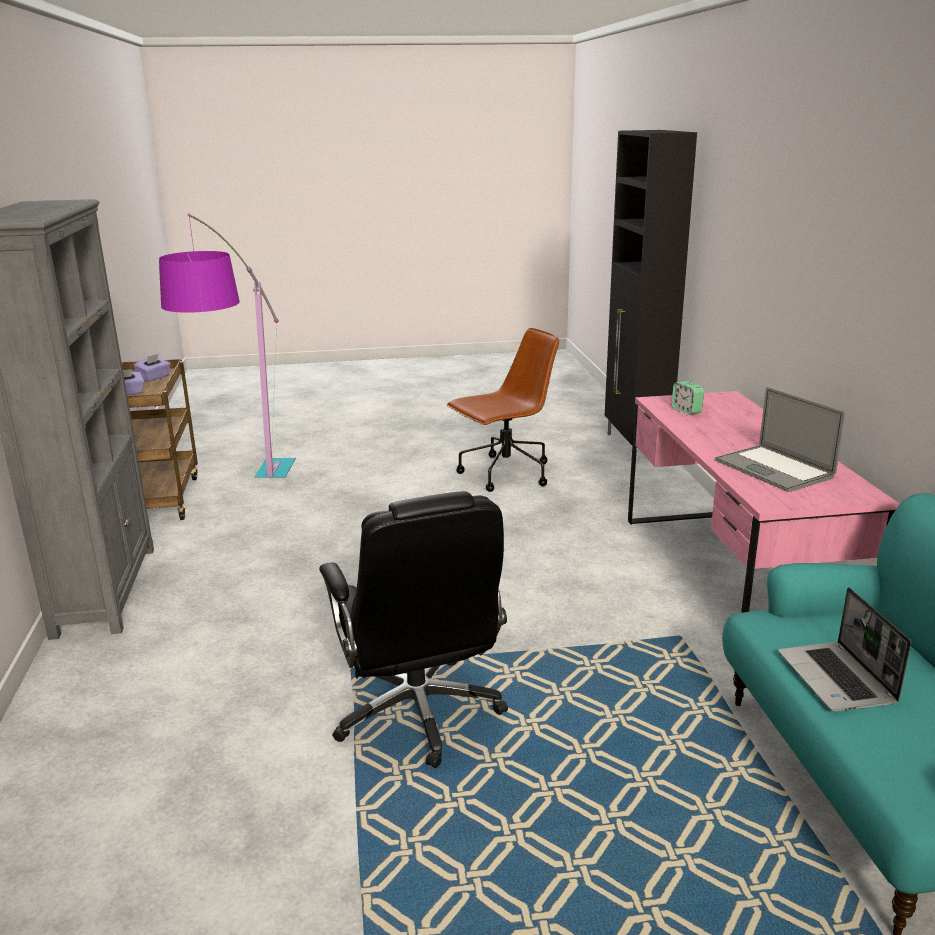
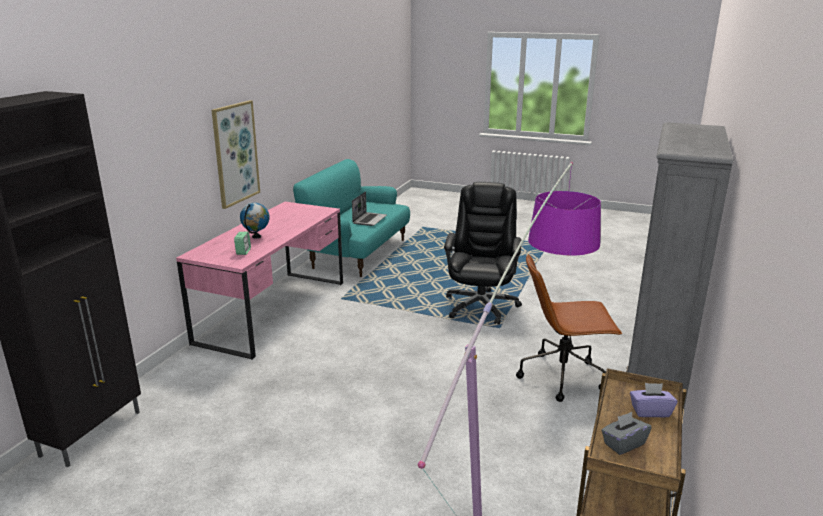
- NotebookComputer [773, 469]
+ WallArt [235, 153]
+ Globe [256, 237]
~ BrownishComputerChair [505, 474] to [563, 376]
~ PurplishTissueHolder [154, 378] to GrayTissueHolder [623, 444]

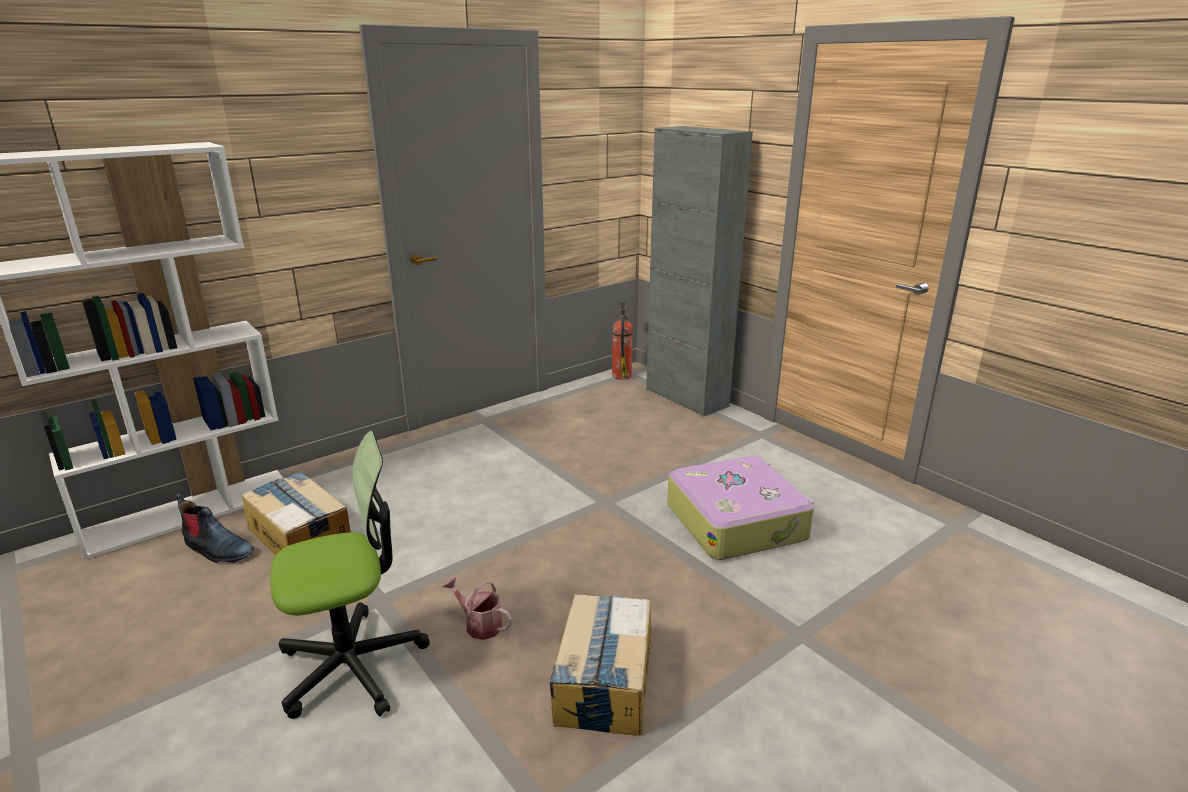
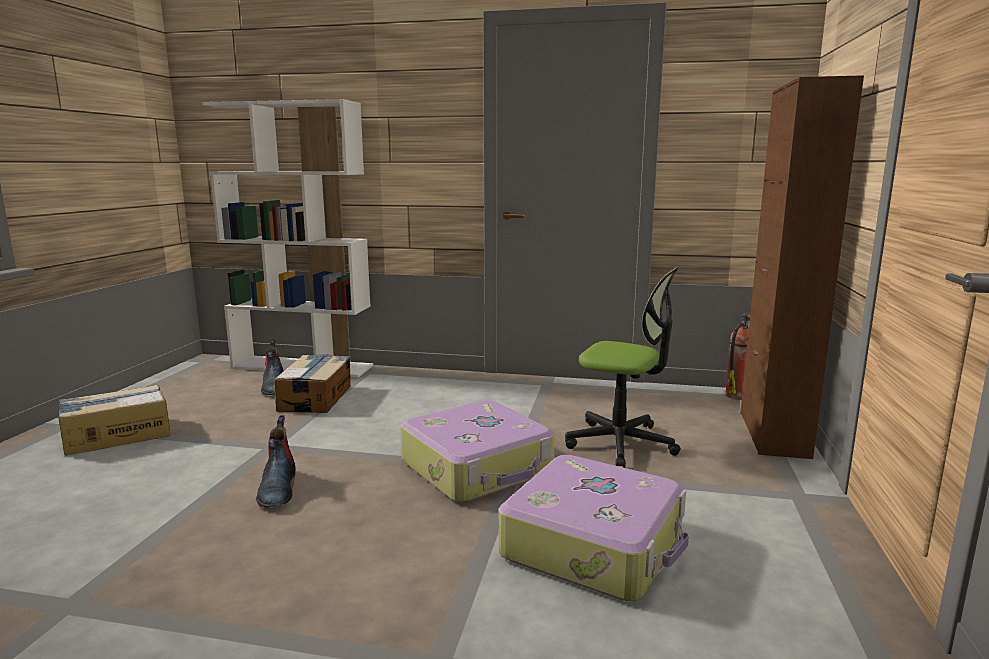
+ PieceOfLuggage [478, 467]
~ ComputerChair [352, 665] to [621, 443]
~ Carton [604, 680] to [116, 435]
~ WateringPot [479, 624] to HighTopBoot [277, 488]
~ GrayStorageCabinet [686, 398] to BrownishStorageCabinet [773, 434]

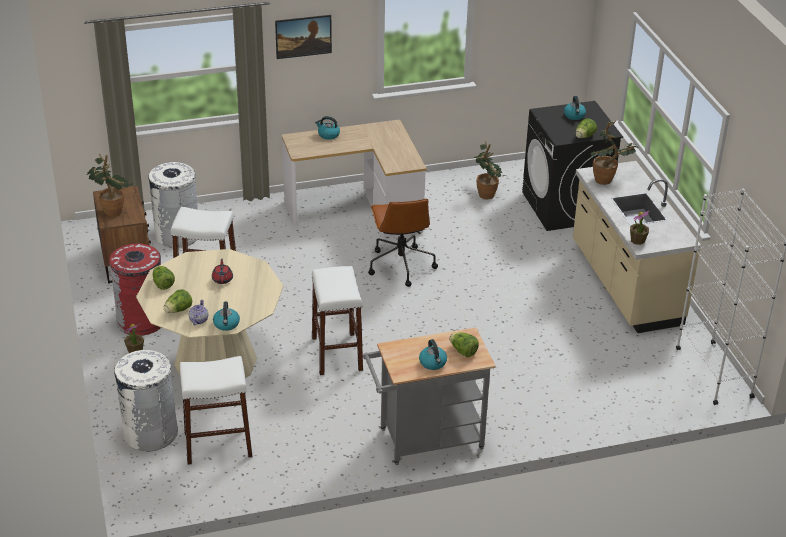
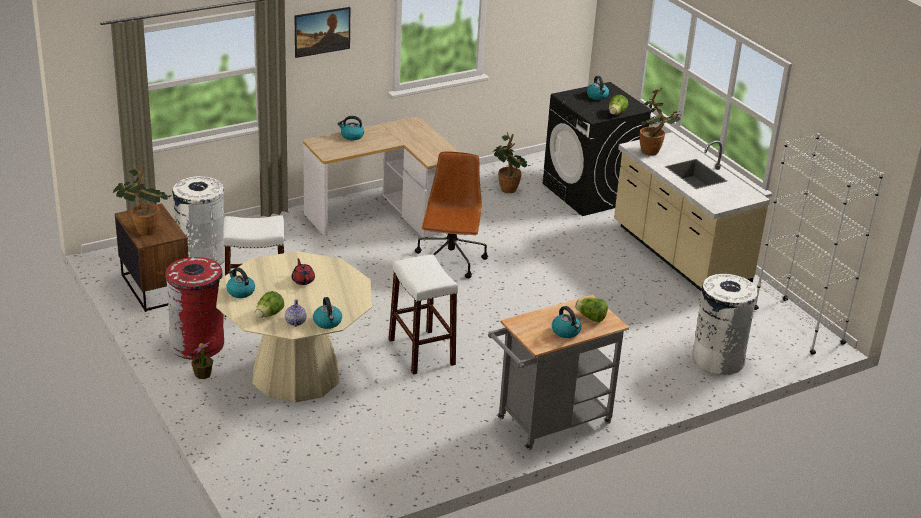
- WhiteSittingStool [218, 444]
- Houseplant [637, 240]
~ WhiteTrashCan [150, 432] to [717, 359]
~ LettuceHead [162, 284] to TeaKettle [240, 291]
~ BrownishComputerChair [400, 265] = [450, 261] 150 degrees counterclockwise

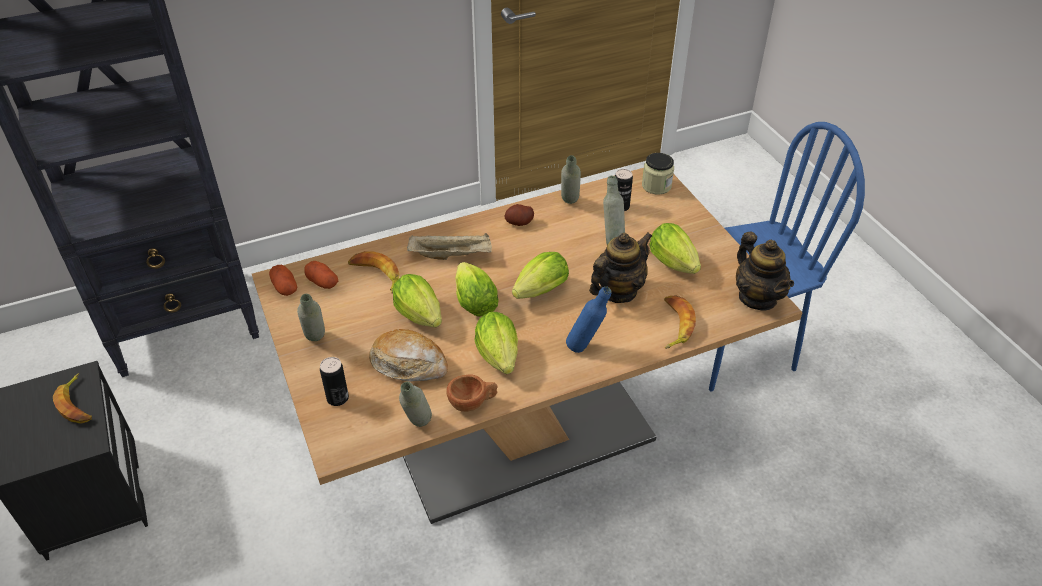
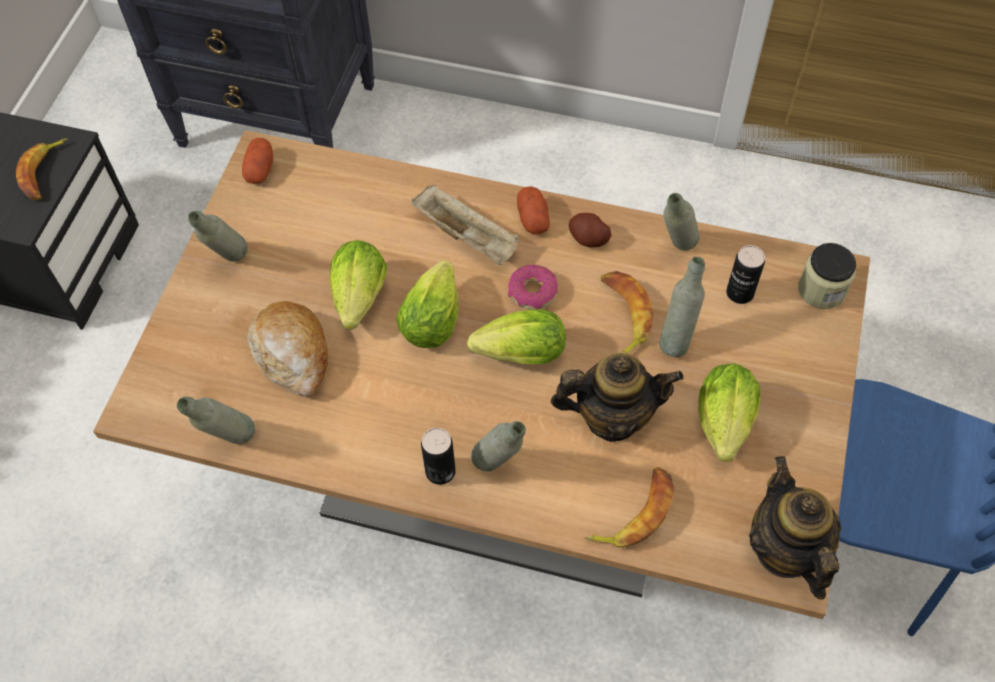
- BrownishSmallCup [473, 403]
- LettuceHead [499, 359]
+ Doughnut [532, 292]
~ WholePotato [322, 282] to [533, 219]
~ SealedCan [337, 398] to [440, 471]
~ BananaFruit [375, 275] to [623, 315]
~ BlueColouredDrinkBottle [586, 347] to GrayDrinkBottle [498, 467]
~ PotForTea [757, 298] = [785, 550] 150 degrees clockwise

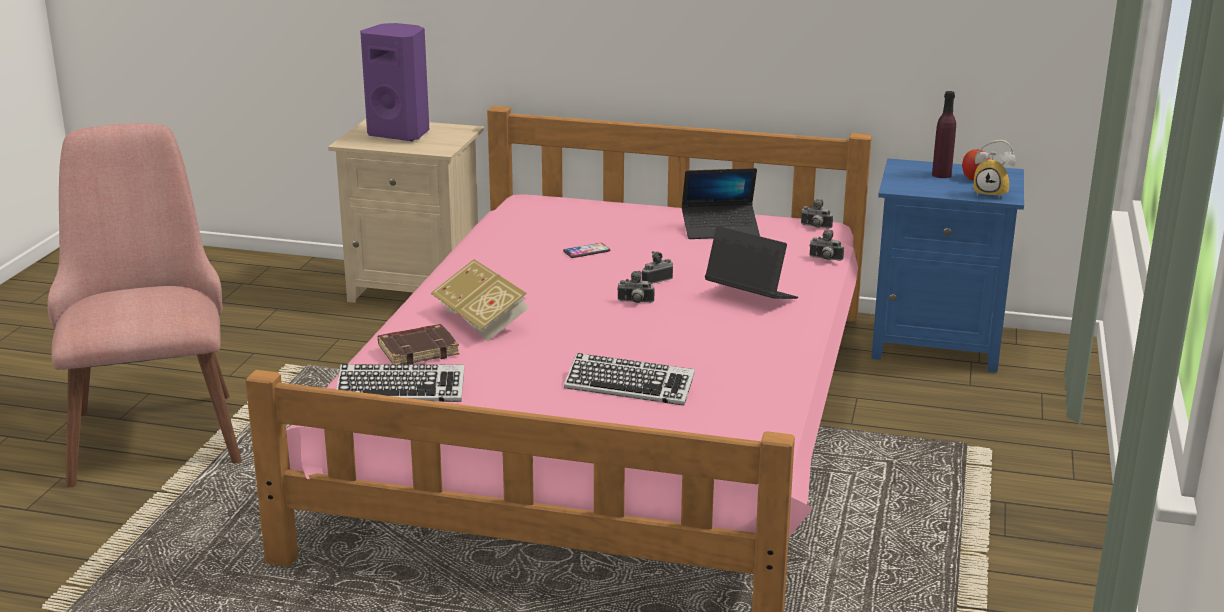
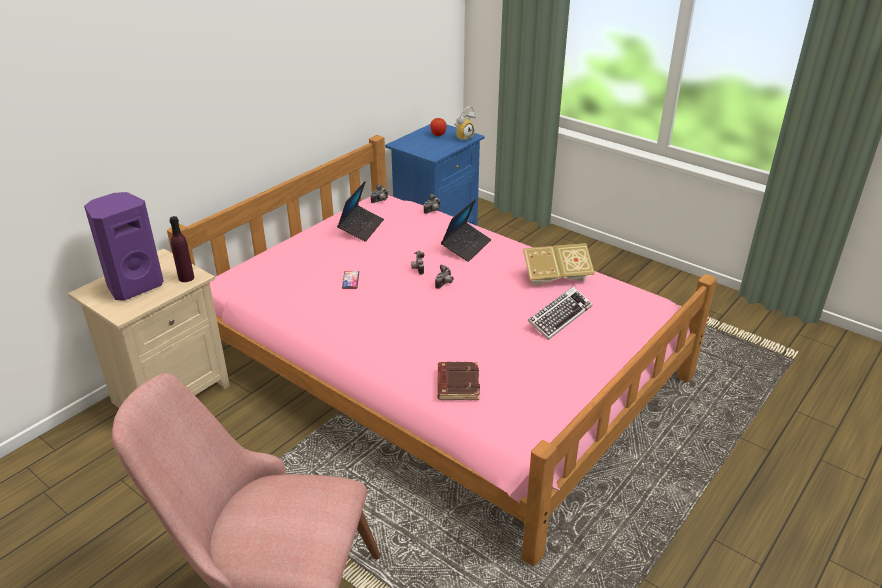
- ComputerKeyboard [401, 391]
~ Volume [482, 321] to [556, 277]
~ PurplishDrinkBottle [941, 175] to [186, 278]
~ NotebookComputer [750, 297] = [466, 246] 150 degrees clockwise

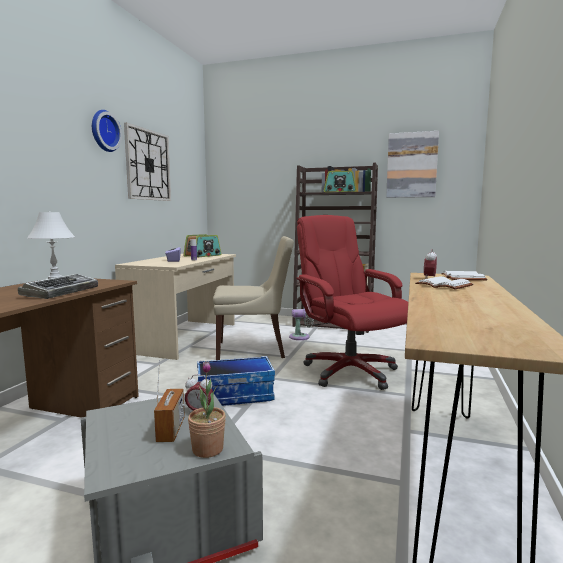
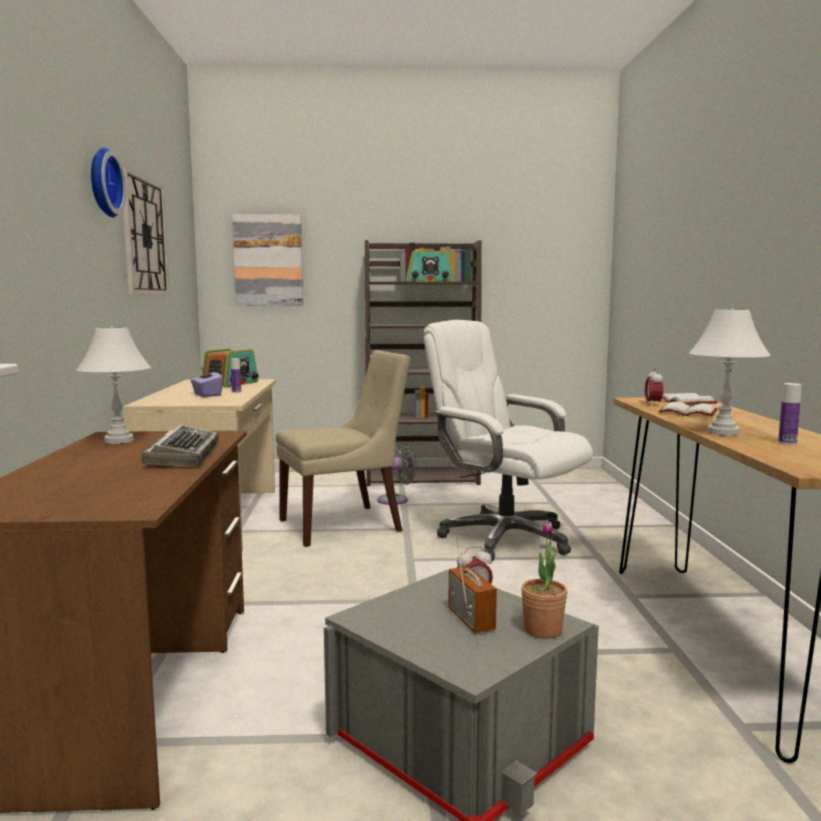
- StorageBox [235, 395]
+ WhiteTabletopLamp [723, 432]
+ DrinkBottle [787, 443]
~ WallArt [411, 165] to [268, 260]
~ RedColouredComputerChair [349, 371] to WhiteComputerChair [504, 538]

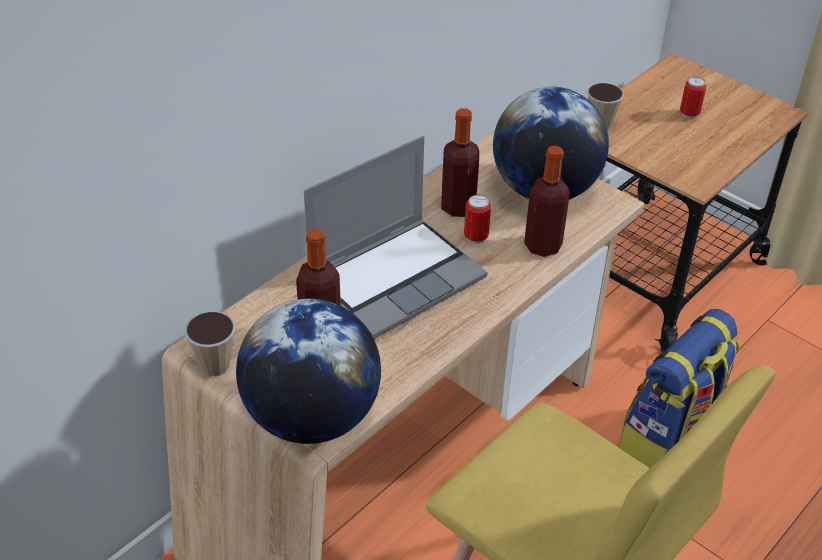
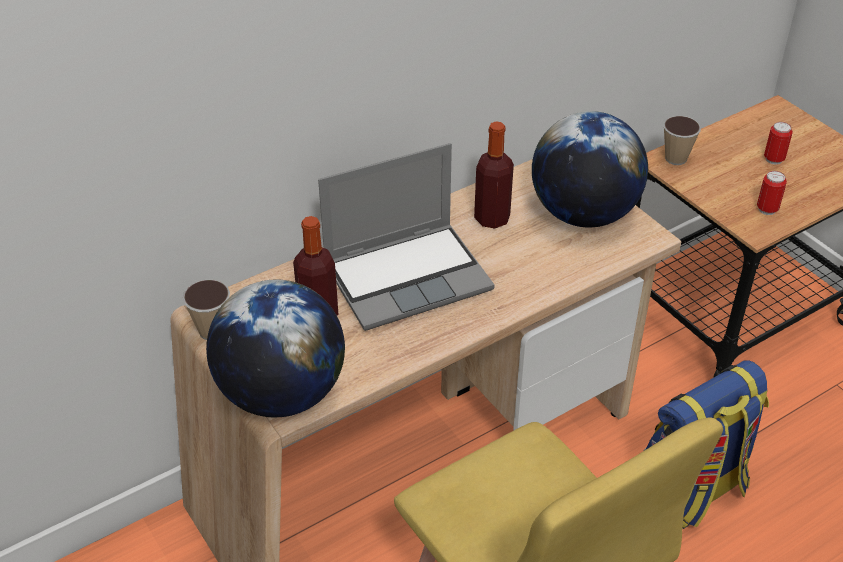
- DrinkBottle [543, 246]
~ SealedCan [476, 237] to [767, 209]

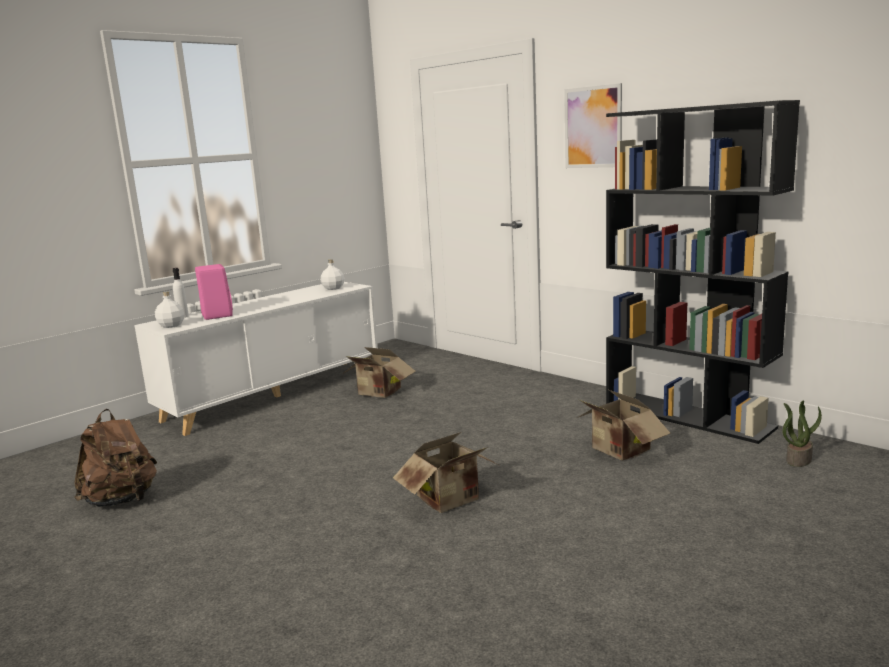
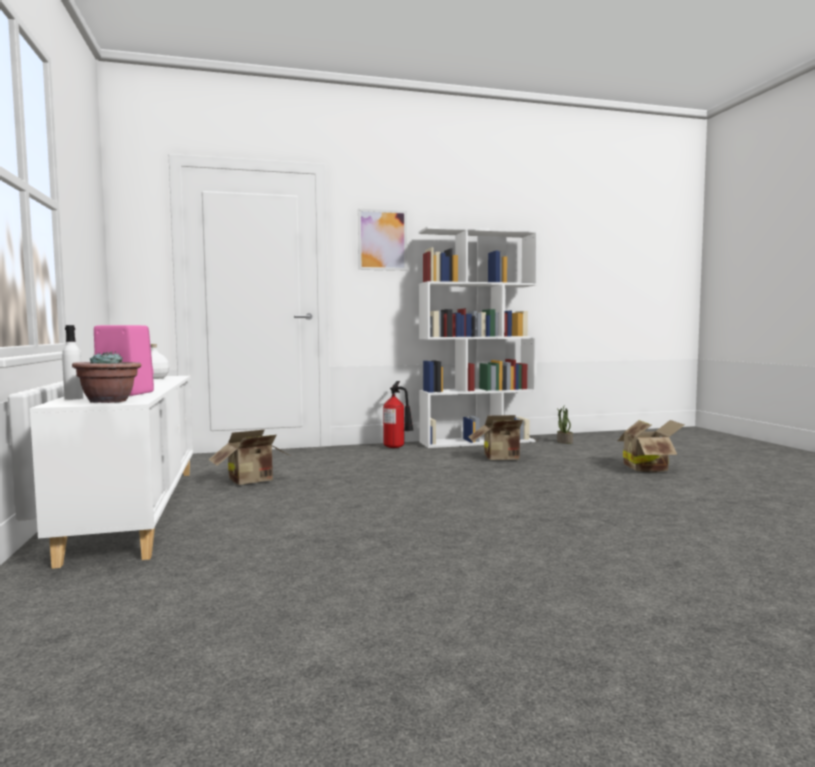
- BrownishRucksack [122, 501]
+ FireFightingCylinder [397, 447]
~ Carton [452, 501] to [648, 468]
~ WhiteDrinkBottle [172, 325] to Houseplant [109, 401]
~ BlackBookshelf [688, 416] to WhiteBookshelf [477, 442]

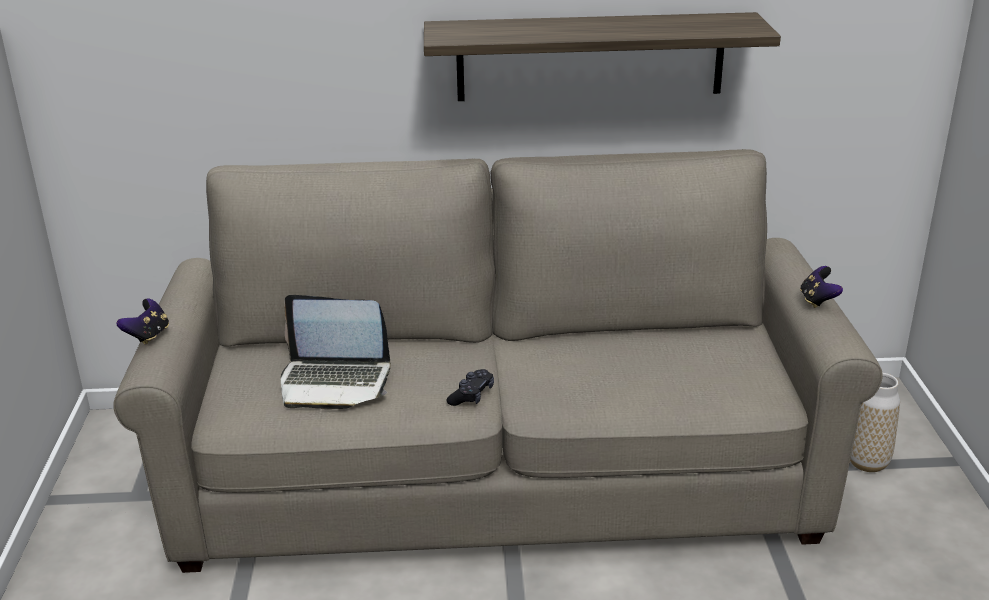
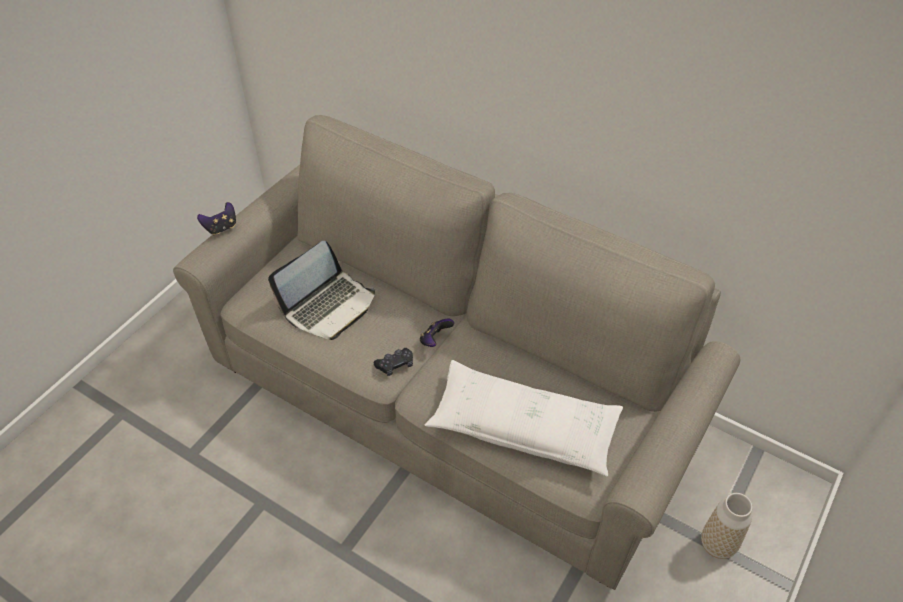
- WallShelf [590, 57]
+ WhiteThrowPillow [524, 427]
~ Gamepad [817, 301] to [435, 340]
~ NotebookComputer [335, 382] = [328, 306] 90 degrees counterclockwise

